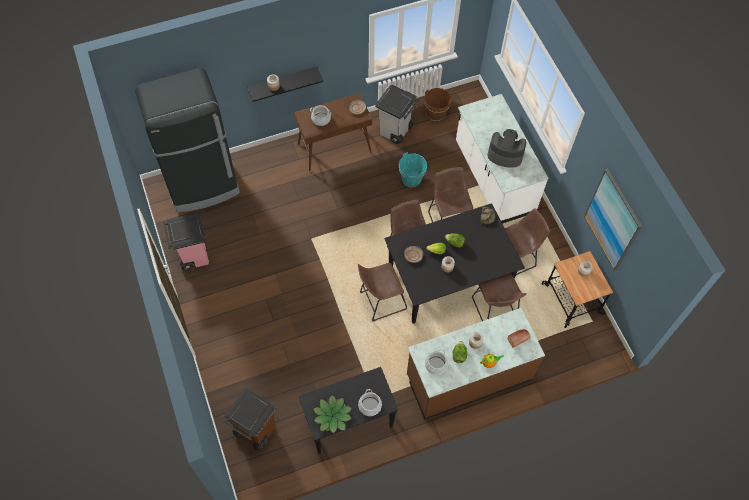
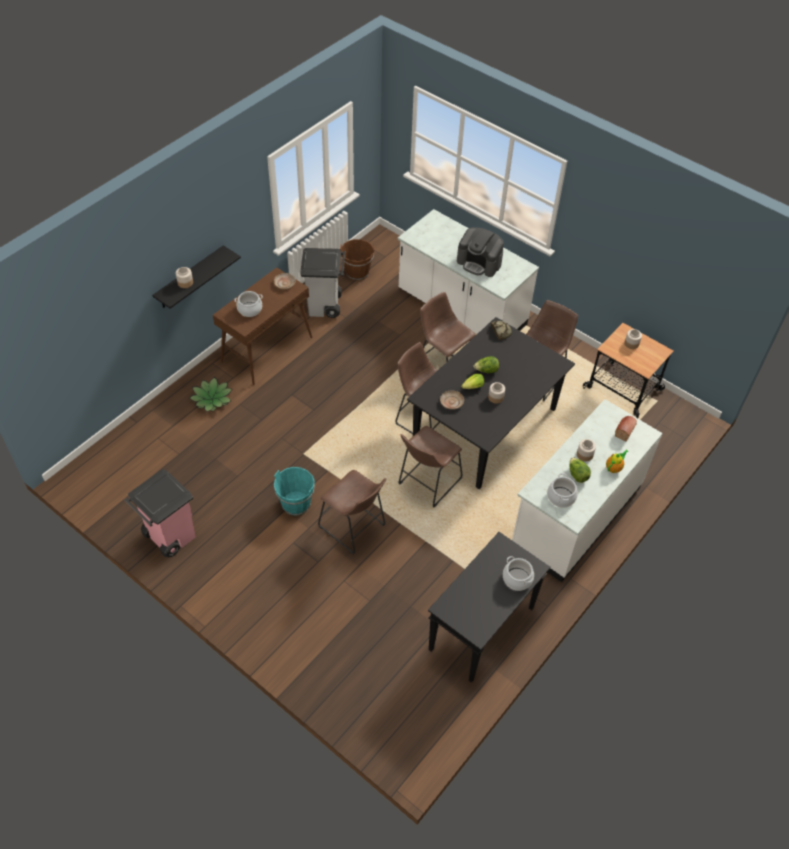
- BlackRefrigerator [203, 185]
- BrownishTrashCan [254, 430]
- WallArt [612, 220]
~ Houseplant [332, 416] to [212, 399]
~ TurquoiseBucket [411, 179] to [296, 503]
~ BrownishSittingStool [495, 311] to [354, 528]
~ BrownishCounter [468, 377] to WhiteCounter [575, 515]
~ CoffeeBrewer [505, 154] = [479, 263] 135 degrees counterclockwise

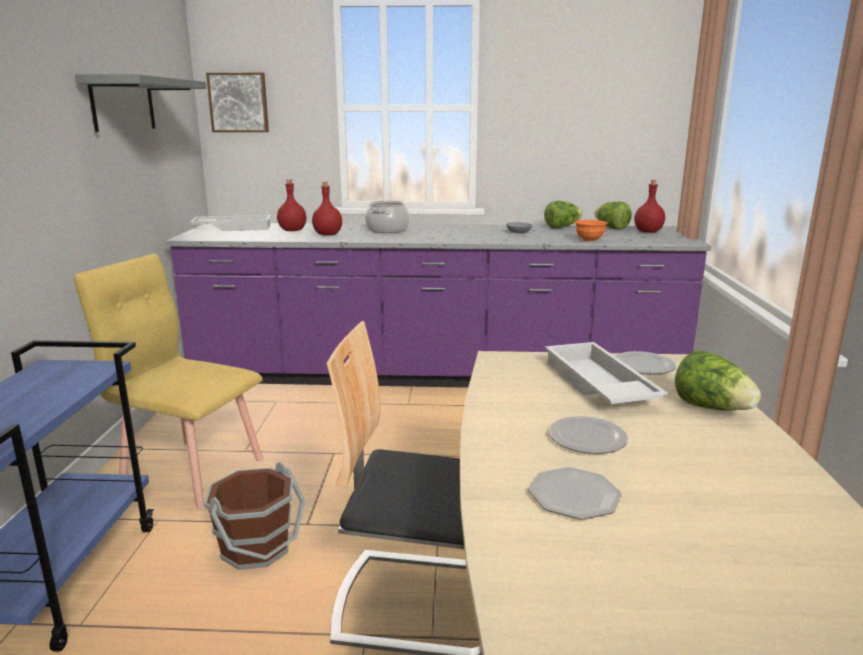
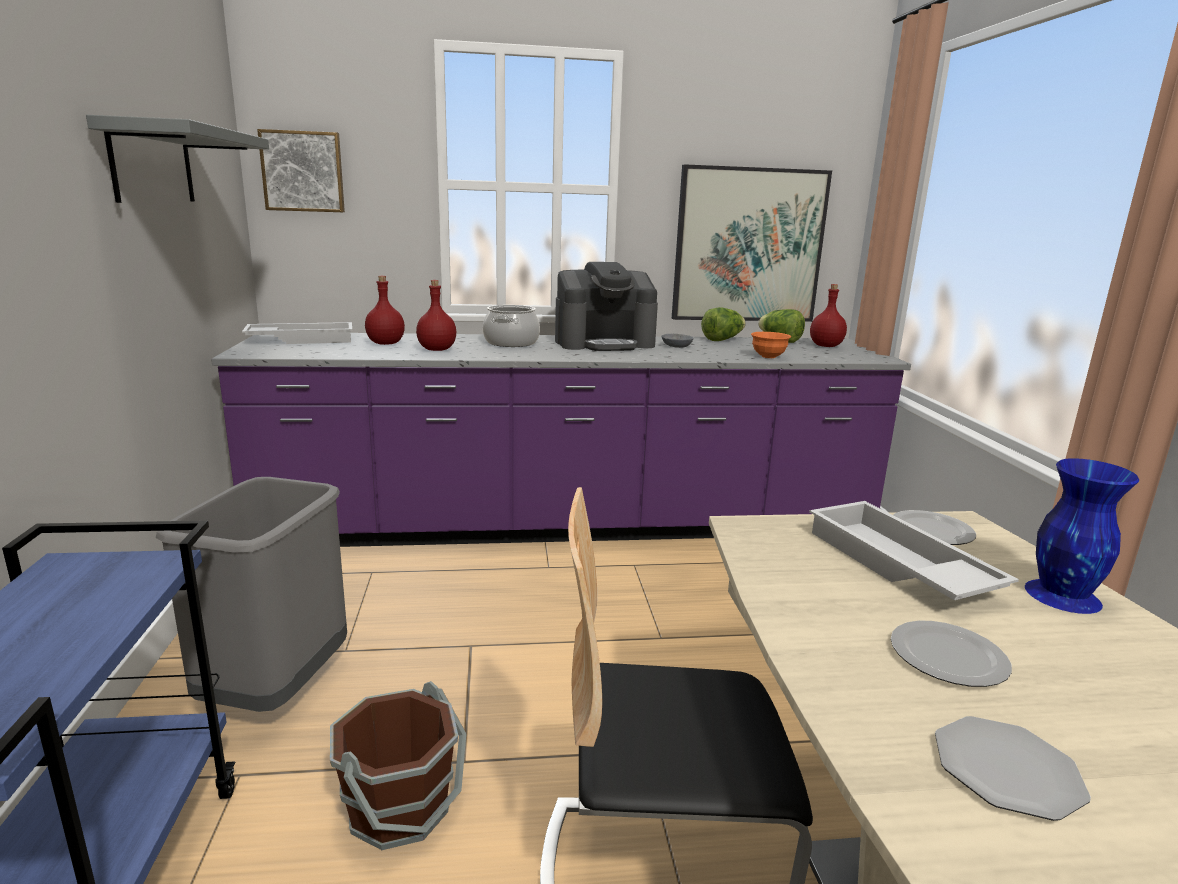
+ CoffeeBrewer [604, 343]
+ WallArt [748, 246]
~ YellowChair [192, 471] to GrayTrashCan [276, 688]
~ LettuceHead [711, 408] to BlueColouredDecorativeVase [1062, 595]

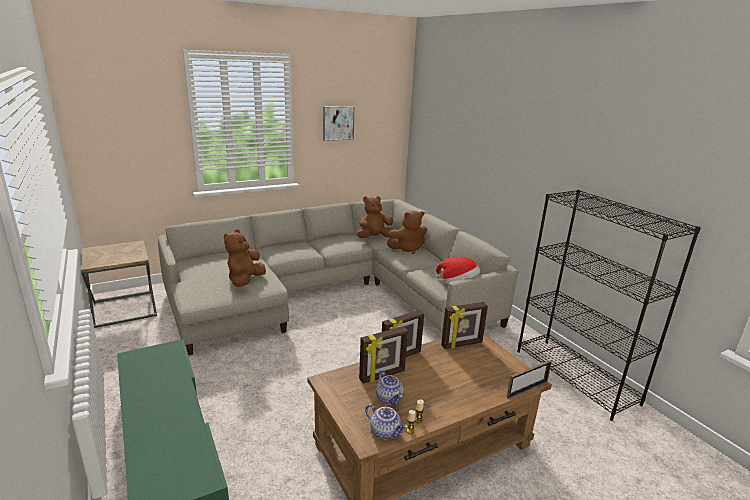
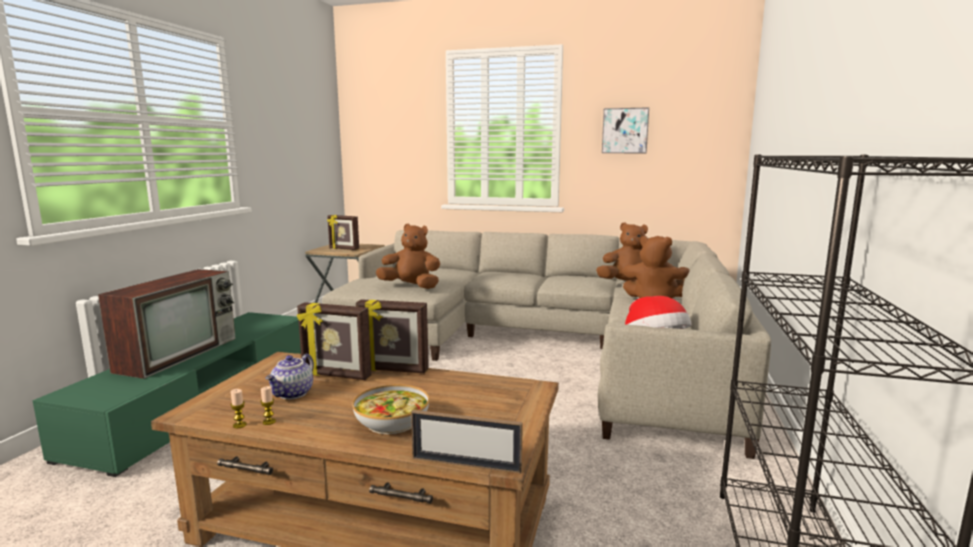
- PotForTea [385, 432]
+ Television [179, 353]
+ DeepDish [391, 422]
~ PictureFrame [462, 344] to [343, 249]
~ BrownishCuddlyToy [245, 281] = [411, 286] 45 degrees clockwise

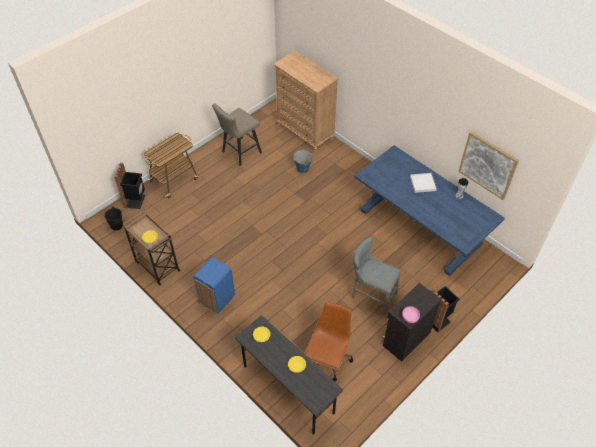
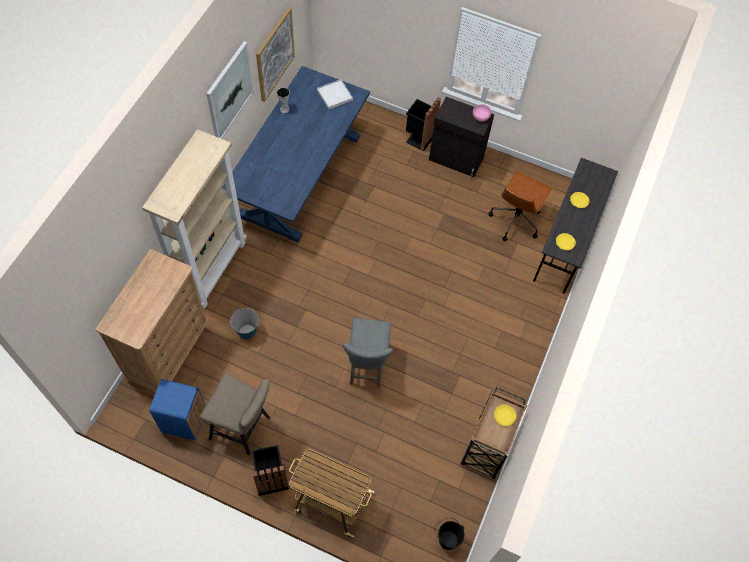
+ BeigeColouredBookshelf [212, 269]
+ WallArt [229, 92]
~ BlackTrashCan [136, 201] to [271, 478]
~ BlueColouredTrashCan [216, 299] to [185, 422]
~ GraySittingStool [371, 295] to [367, 366]
~ WhiteServingTray [422, 183] to [335, 95]
~ BrownishComputerChair [327, 360] = [515, 220] 60 degrees counterclockwise

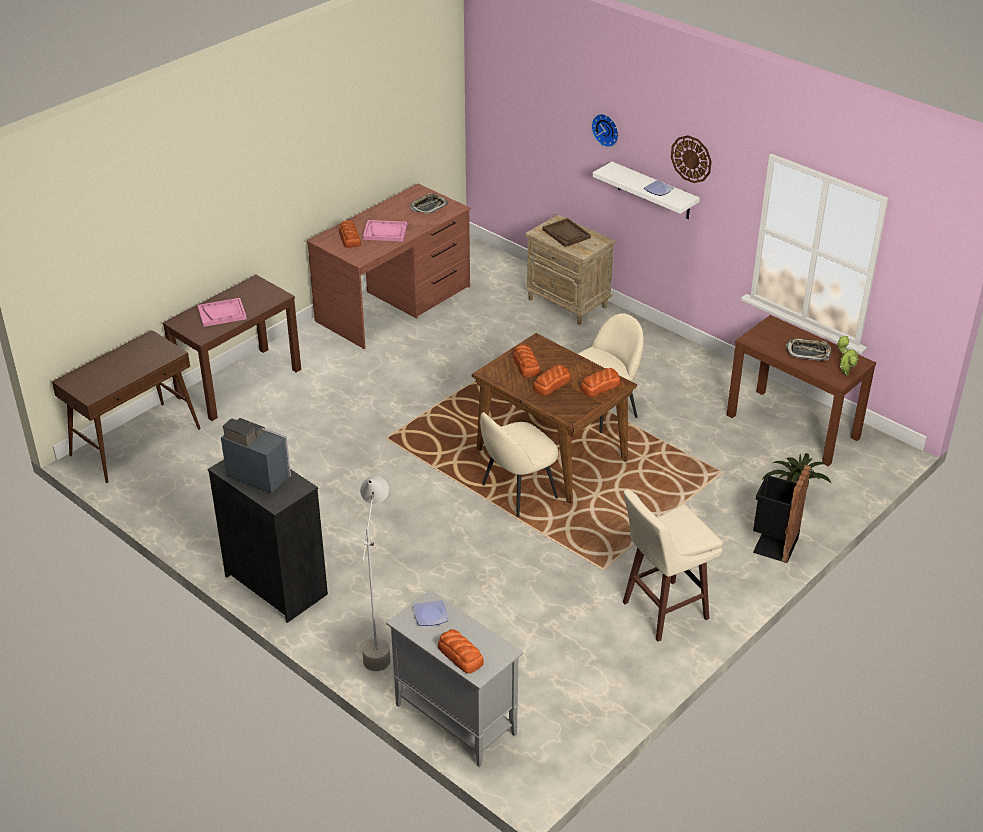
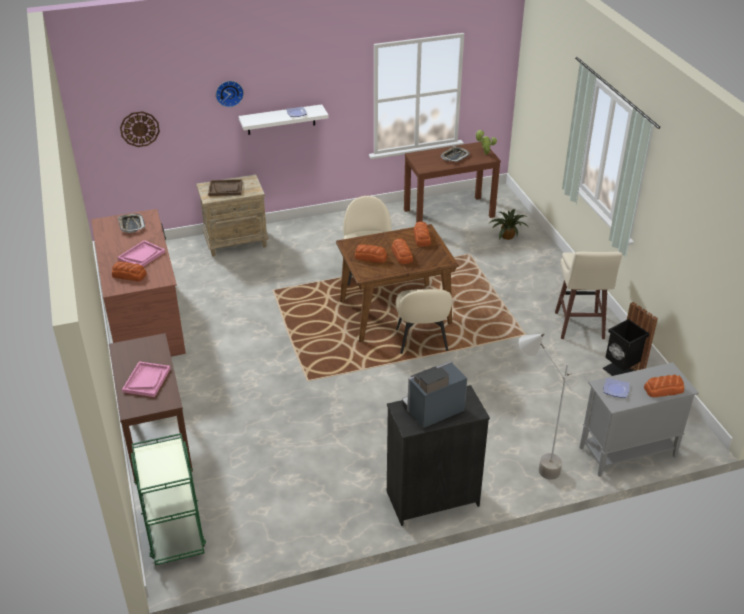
~ ClockOnTheWall [691, 159] to [139, 129]
~ BlackTrashCan [773, 544] to [622, 372]
~ BrownishHallTable [136, 441] to GreenCart [174, 530]

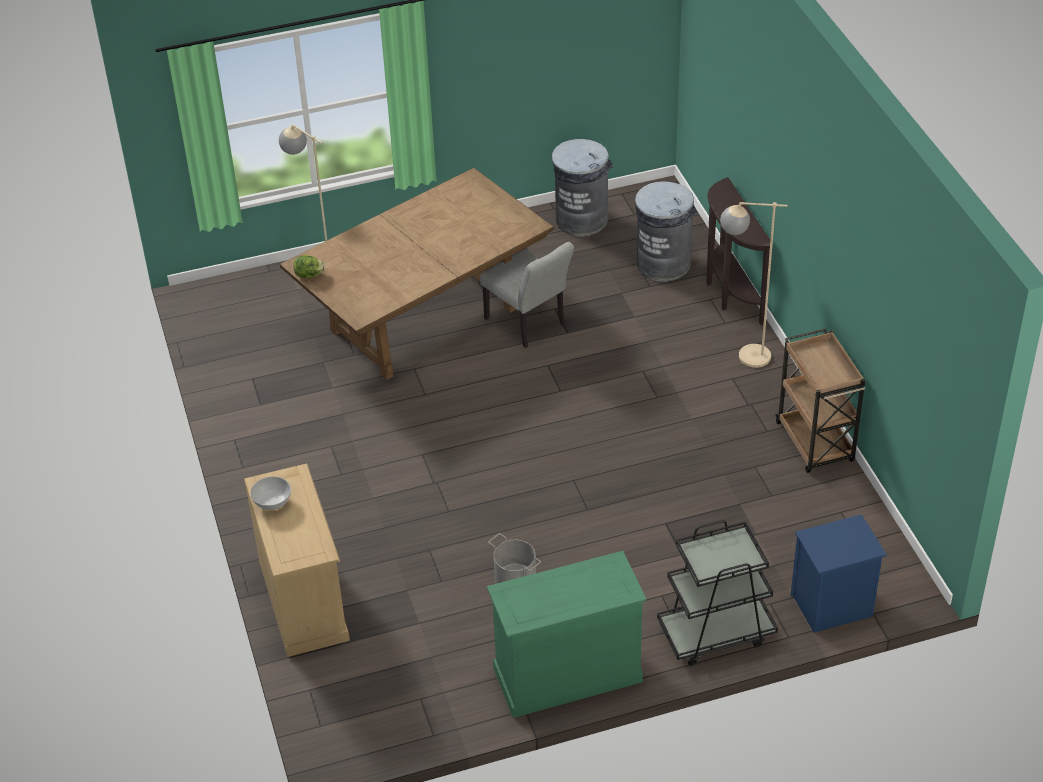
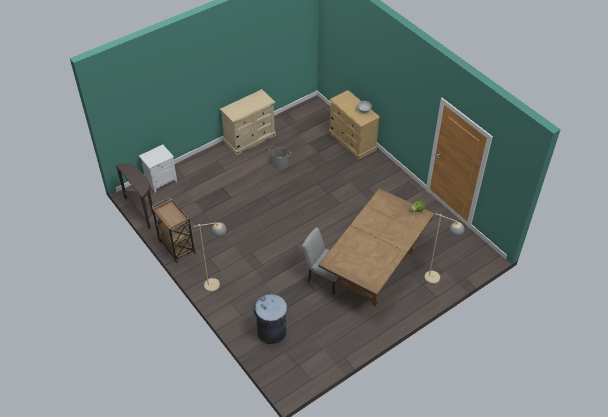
- GrayTrashCan [581, 219]
- BlackCart [715, 633]
~ BrownishHallTable [729, 294] to [142, 210]
~ GreenDrawerChest [567, 674] to BeigeColouredDrawerChest [250, 139]
~ BlueColouredBedsideTable [831, 606] to WhiteBedsideTable [161, 180]

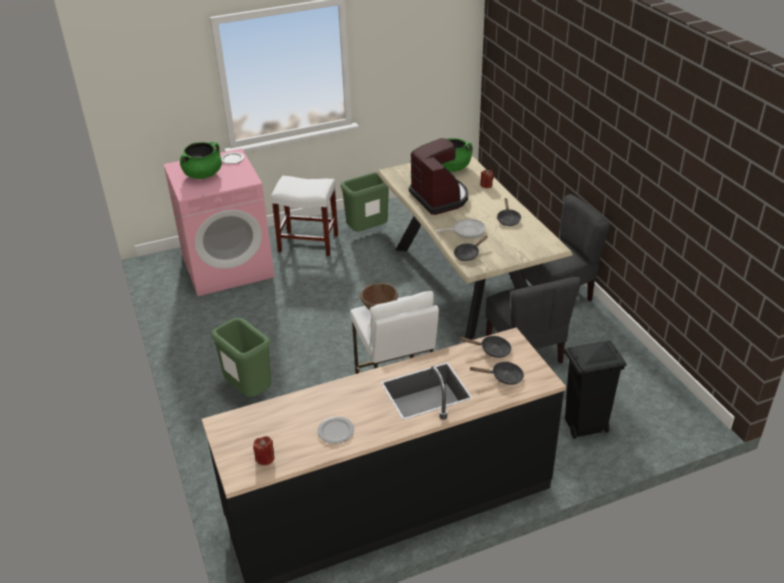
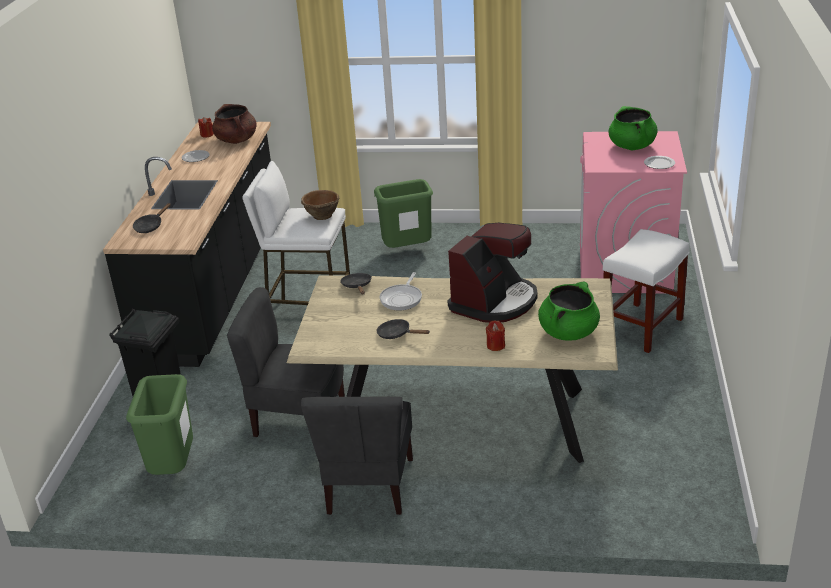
- BlackFryingPan [492, 350]
+ BrownishCookingPot [236, 140]
~ GreenTrashCan [367, 232] to [174, 469]
~ CoffeeBrewer [440, 198] = [494, 302] 60 degrees counterclockwise

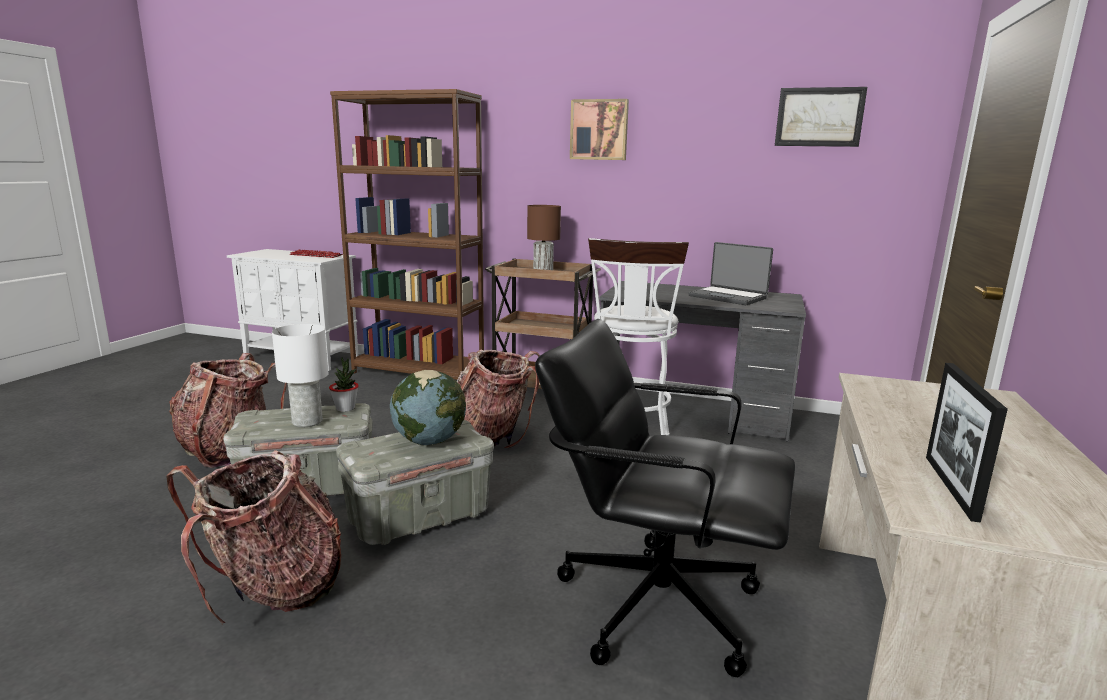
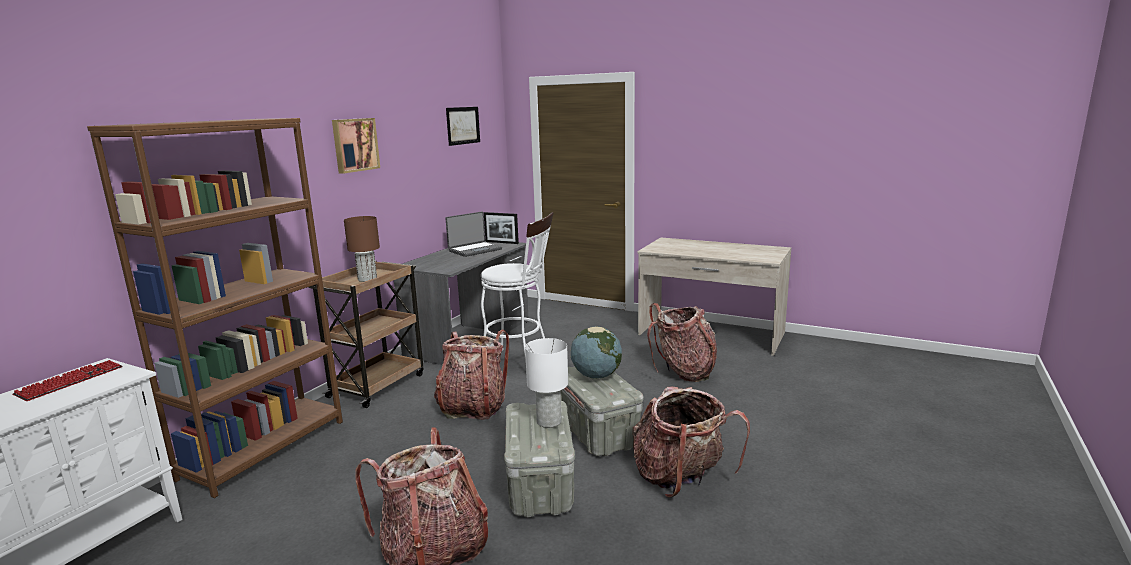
- Houseplant [345, 408]
~ PictureFrame [950, 486] to [501, 242]
~ BlackComputerChair [656, 603] to Rucksack [683, 372]

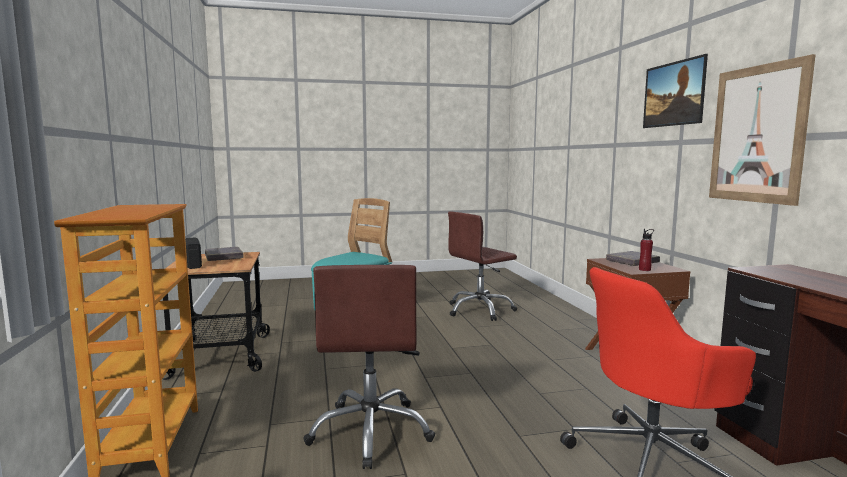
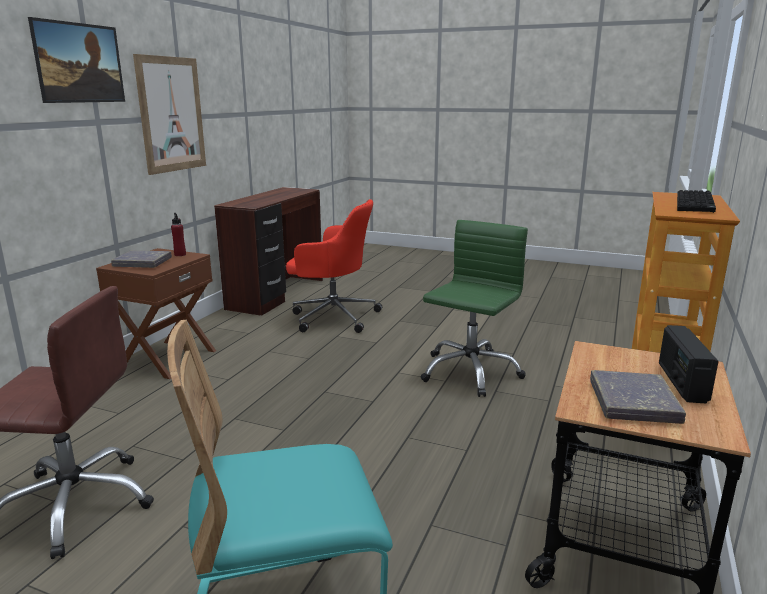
+ ComputerKeyboard [696, 203]
~ BrownishComputerChair [371, 431] to GreenComputerChair [469, 371]

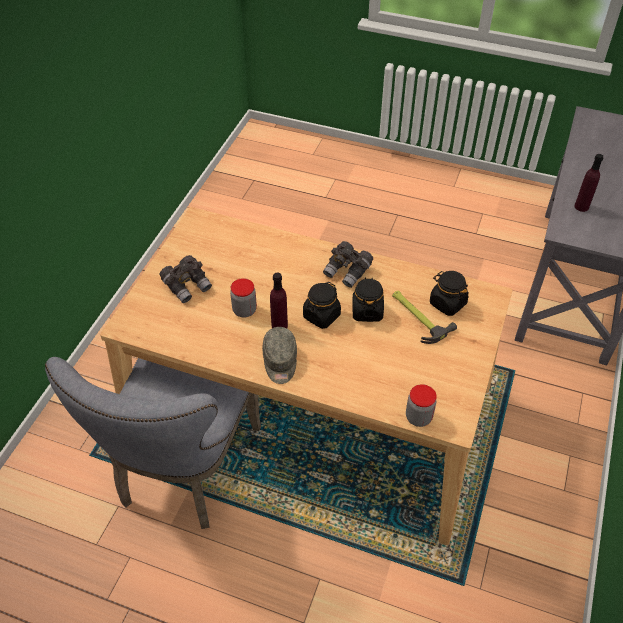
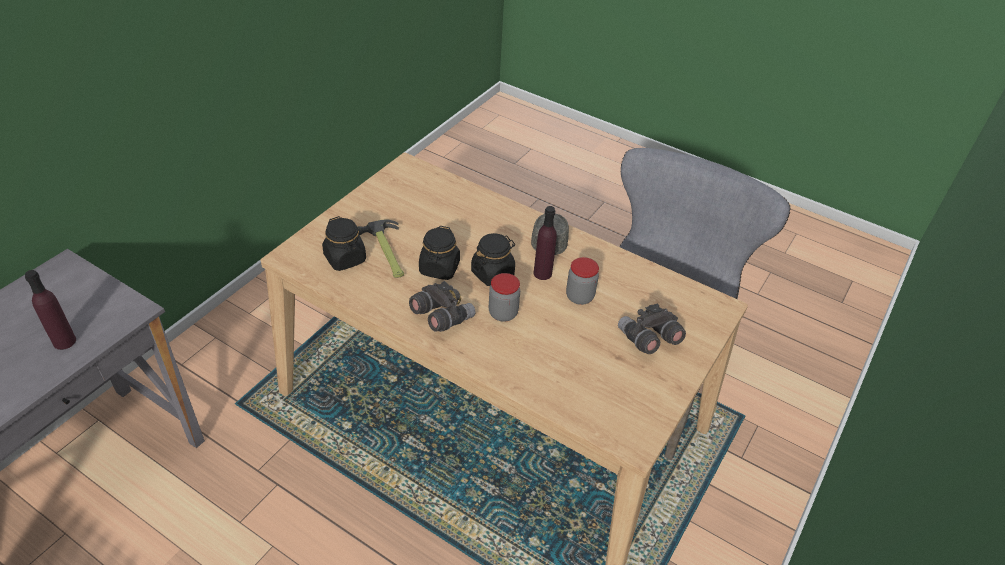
~ PreserveJar [418, 417] to [503, 313]

